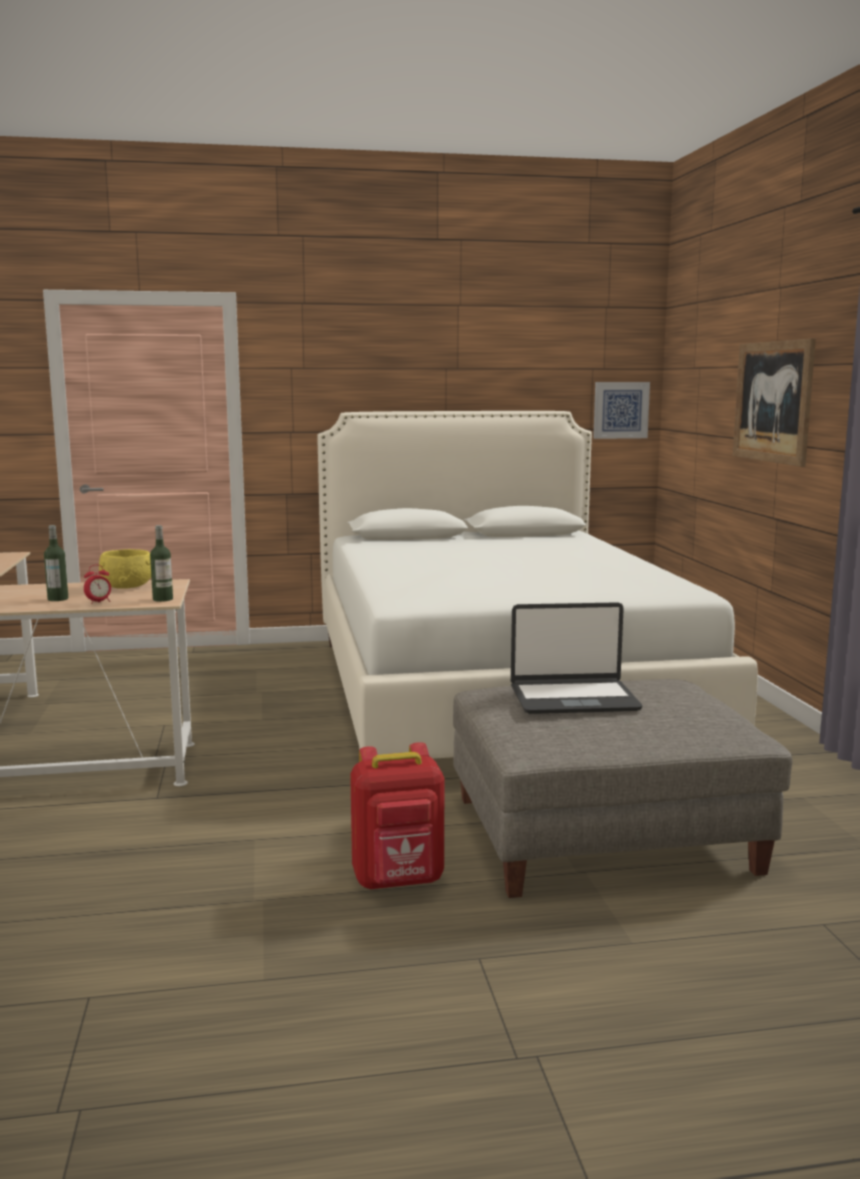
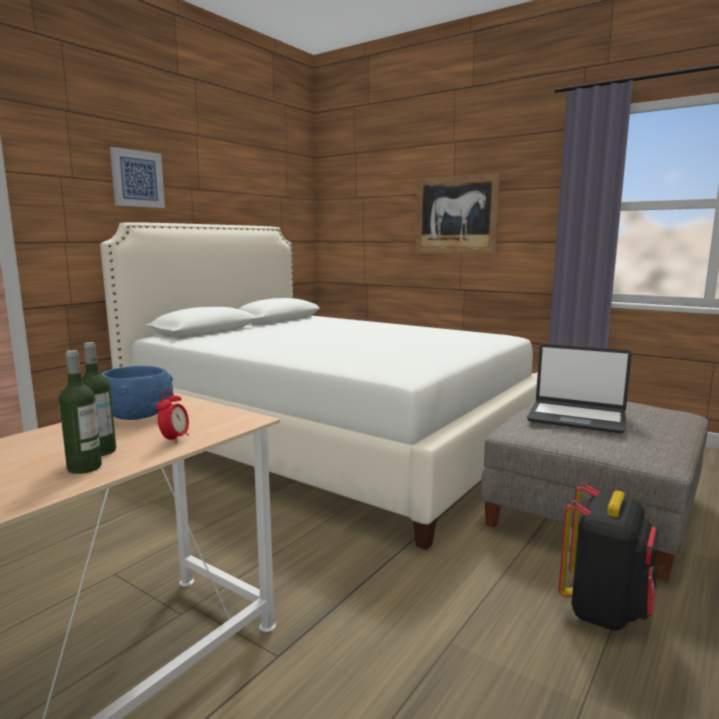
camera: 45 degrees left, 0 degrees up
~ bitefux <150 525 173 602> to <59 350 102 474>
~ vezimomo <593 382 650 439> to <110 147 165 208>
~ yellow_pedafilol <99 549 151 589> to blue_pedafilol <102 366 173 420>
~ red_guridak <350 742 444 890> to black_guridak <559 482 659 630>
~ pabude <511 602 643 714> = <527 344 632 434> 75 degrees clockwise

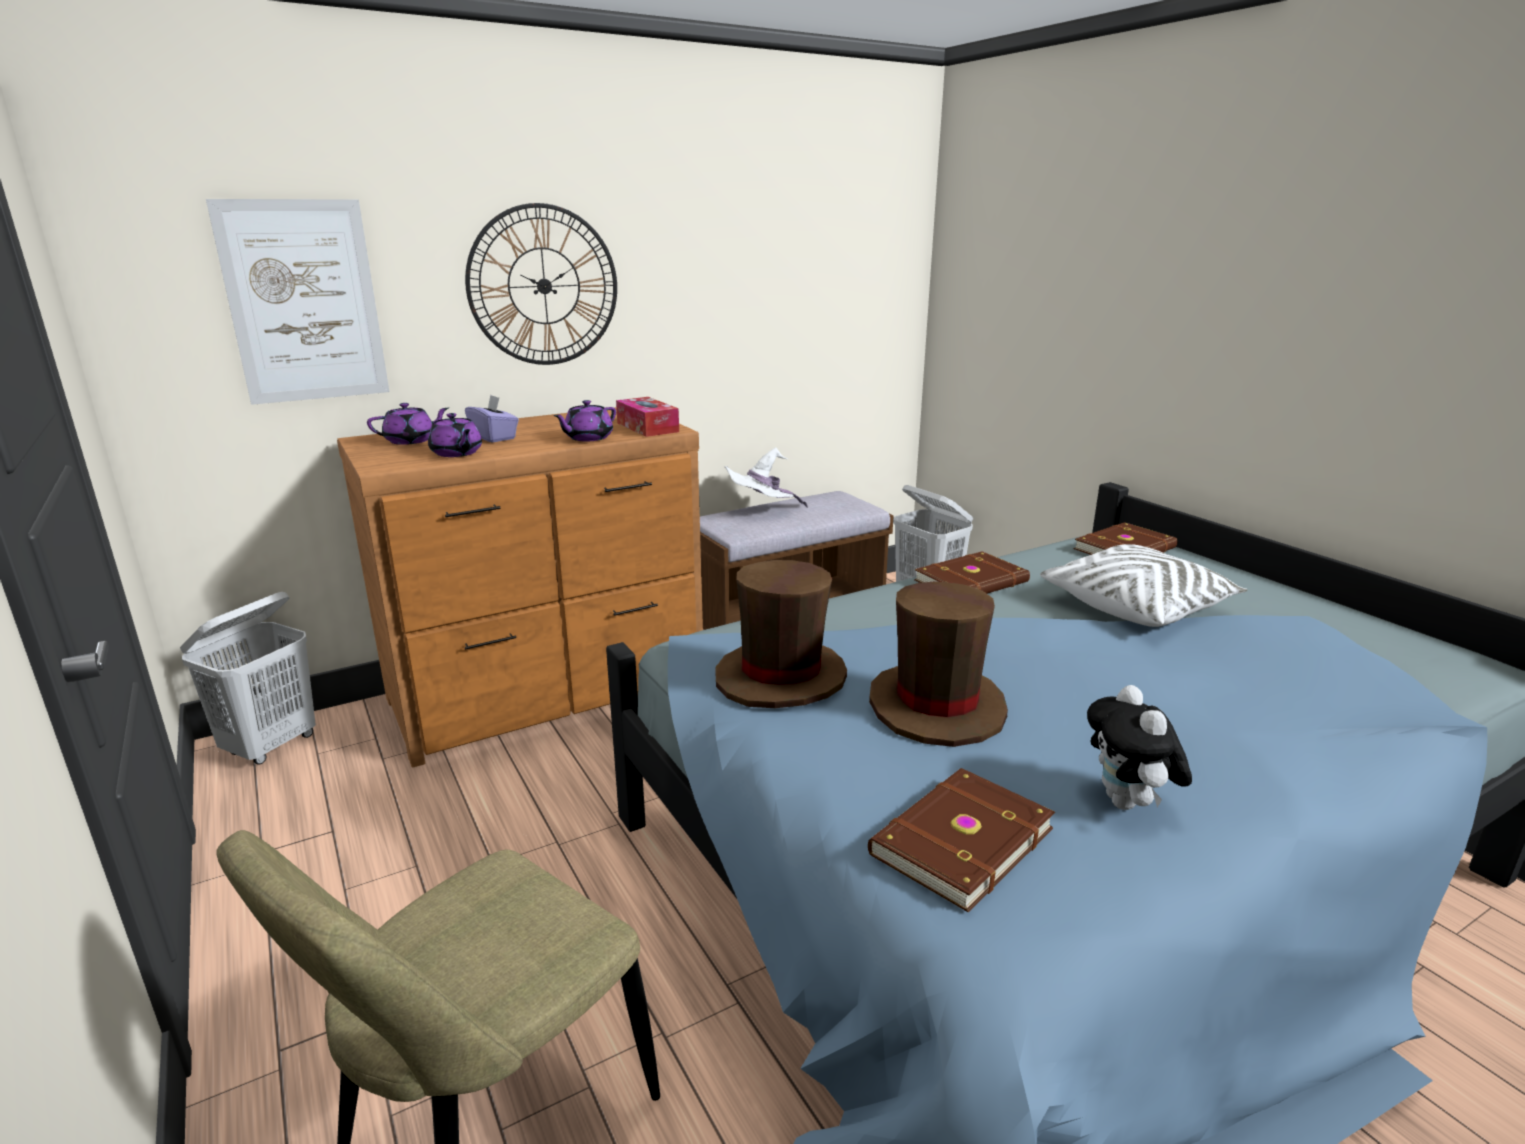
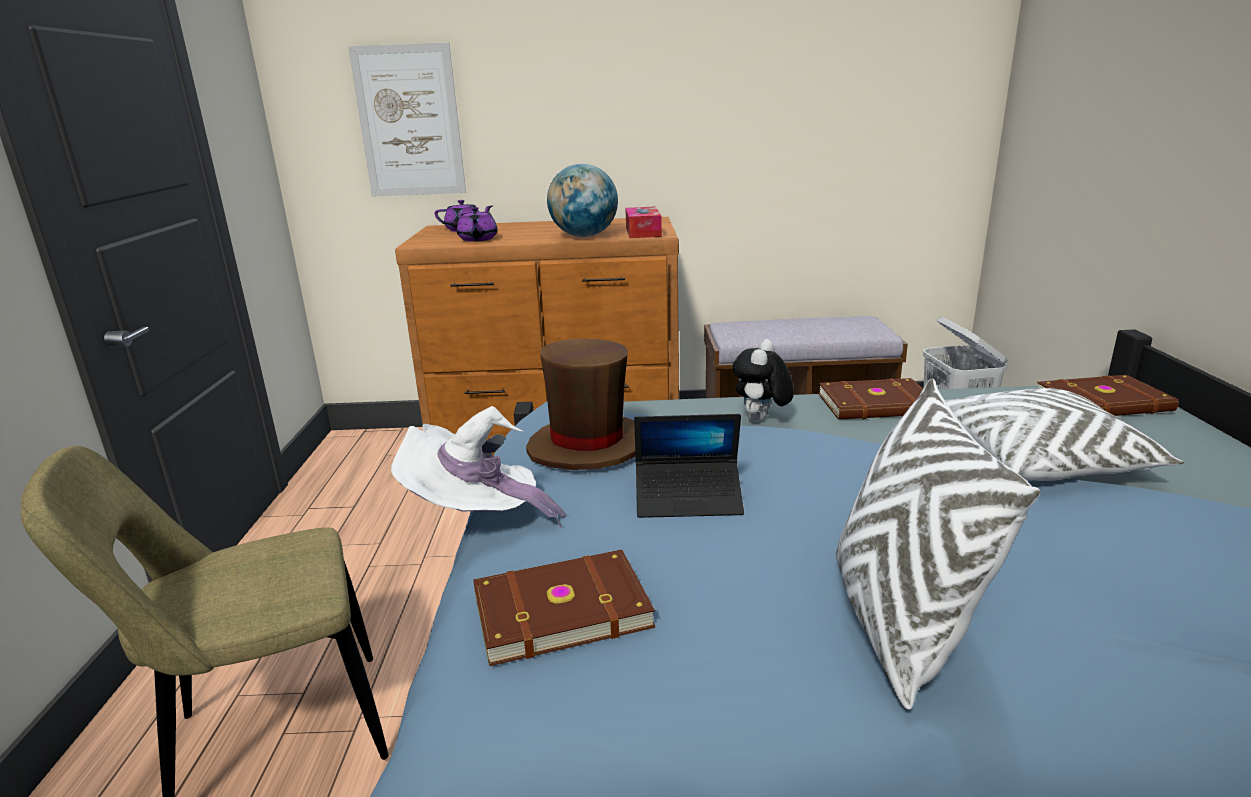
camera: 30 degrees right, 0 degrees up
- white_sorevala <180 592 316 765>
- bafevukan <465 203 617 365>
- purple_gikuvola <465 395 519 443>
+ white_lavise <836 378 1040 710>
~ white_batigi <725 447 808 508> to <391 406 566 529>
~ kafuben <1087 685 1192 810> to <733 339 794 422>
~ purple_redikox <553 400 616 441> to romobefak <547 164 618 237>
~ brown_batigi <869 582 1008 747> to pabude <634 414 744 518>

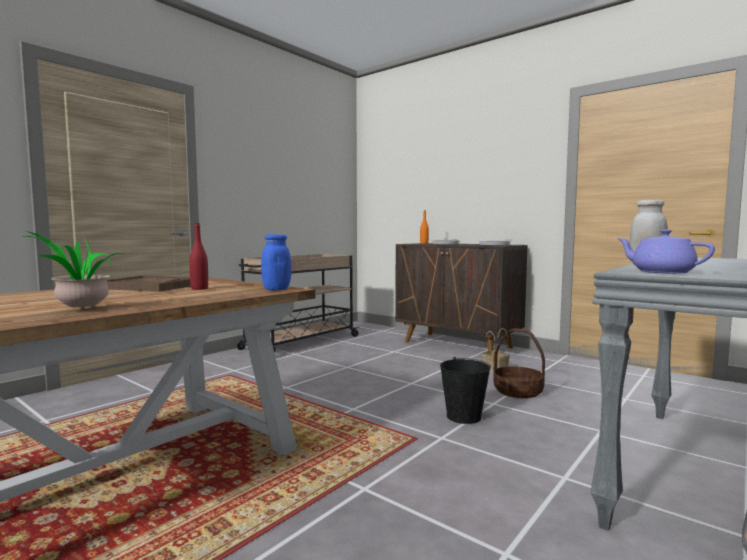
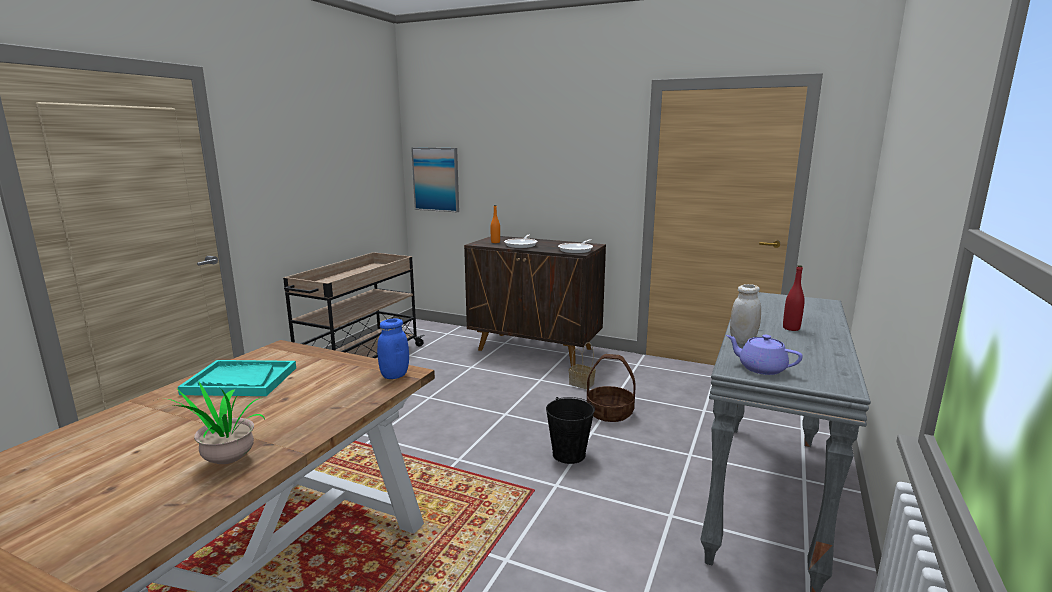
camera: 15 degrees left, 10 degrees up
+ vezimomo <411 147 459 212>
~ red_bitefux <189 223 208 290> to <783 265 805 331>
~ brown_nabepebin <107 276 191 292> to turquoise_nabepebin <178 360 296 396>

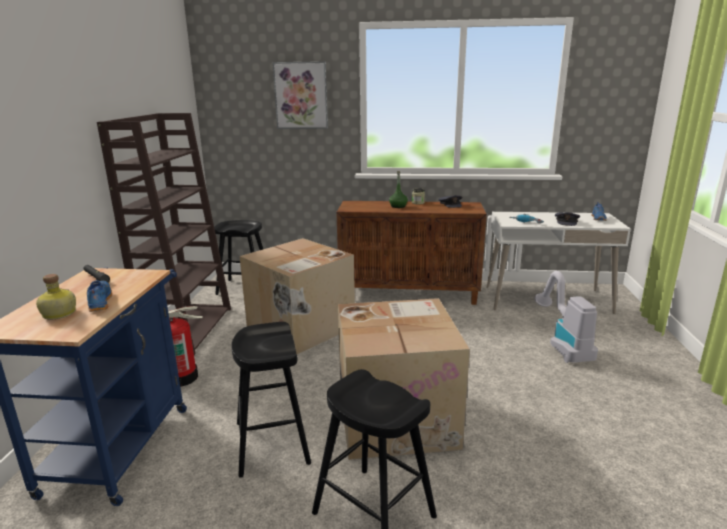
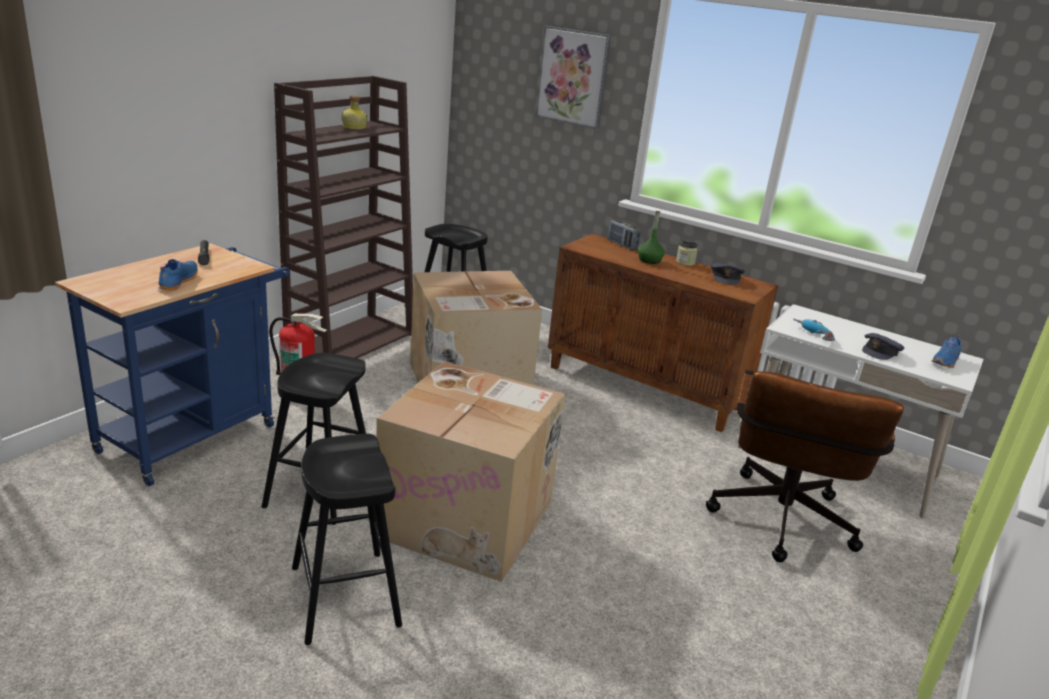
camera: 25 degrees right, 5 degrees up
+ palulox <607 219 641 250>
~ bitefux <36 274 76 319> to <342 95 367 129>
~ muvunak <535 271 598 363> to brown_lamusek <706 370 904 562>

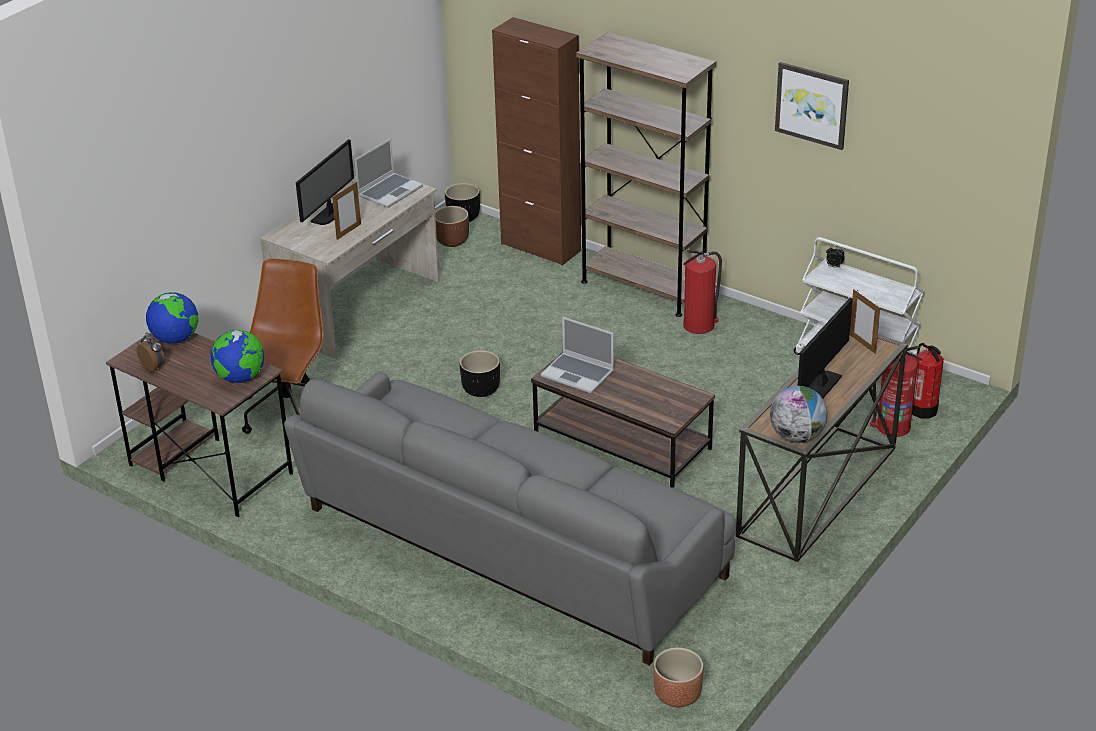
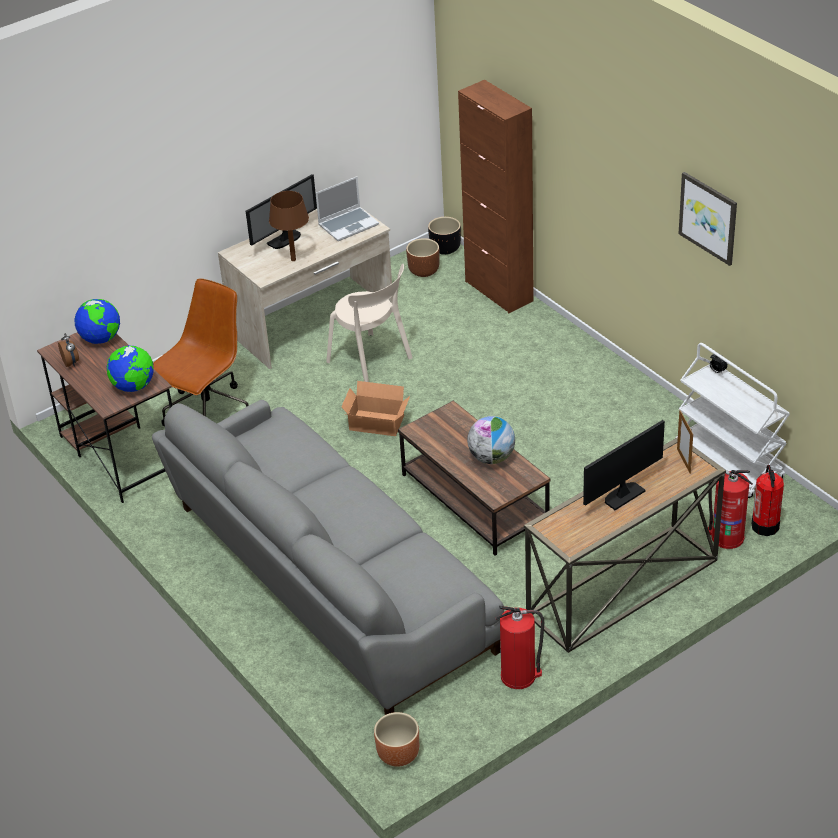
camera: 20 degrees right, 5 degrees up
- pabude <541 317 614 393>
- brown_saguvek <576 32 716 317>
+ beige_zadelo <326 263 413 382>
~ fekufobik <683 250 722 334> to <495 606 544 689>
~ romobefak <770 386 827 443> to <467 416 515 464>
~ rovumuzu <332 182 361 240> to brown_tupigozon <269 191 309 261>
~ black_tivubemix <460 350 500 397> to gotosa <341 381 410 436>

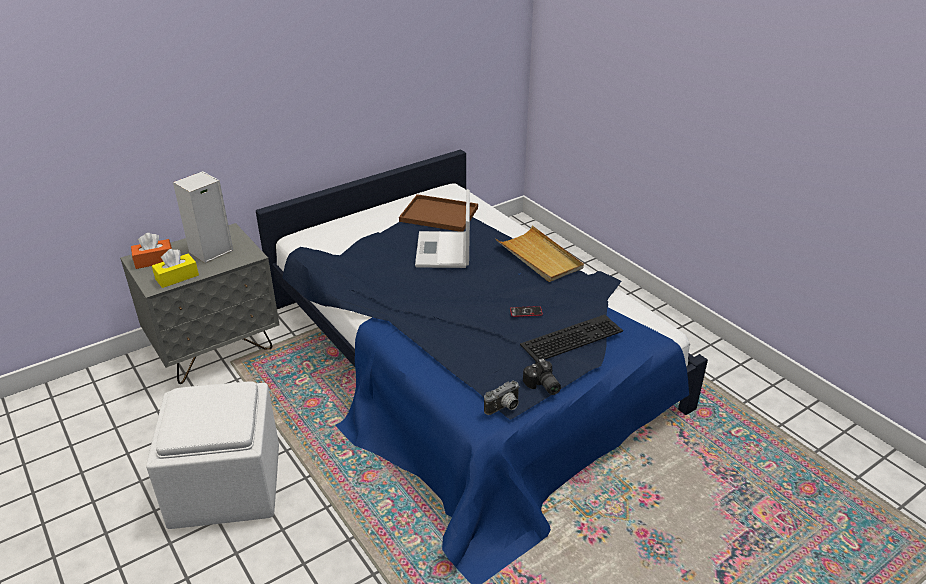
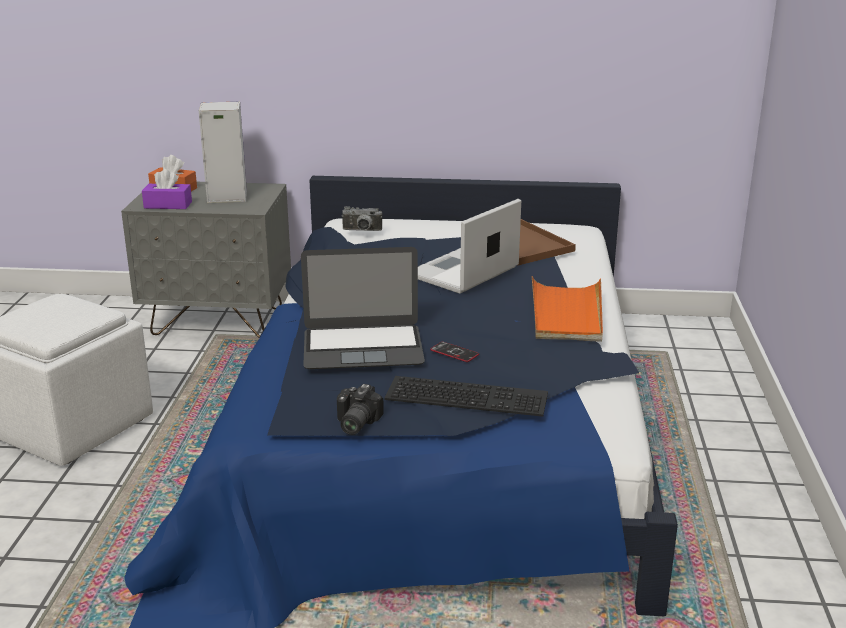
camera: 40 degrees right, 10 degrees down
+ pabude <301 247 425 369>
~ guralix <484 381 520 415> to <342 206 382 231>
~ yellow_gikuvola <152 249 199 288> to purple_gikuvola <142 169 192 209>
~ beige_nabepebin <496 226 584 282> to orange_nabepebin <532 276 603 342>

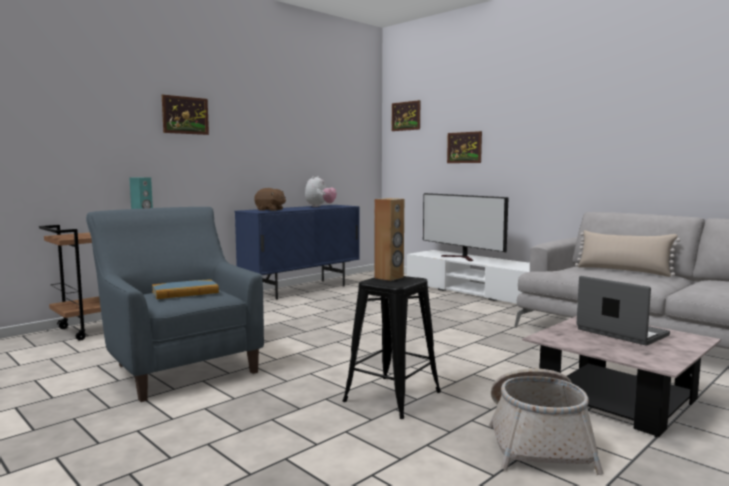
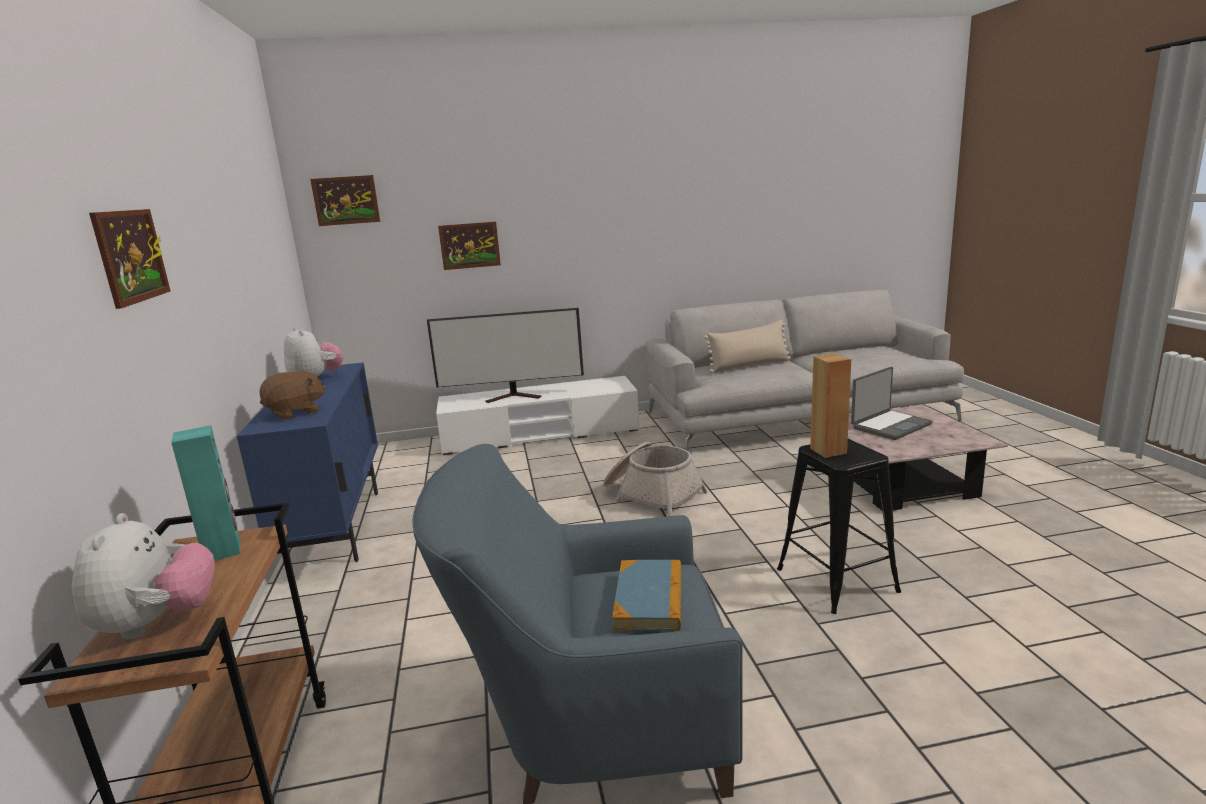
camera: 55 degrees left, 10 degrees up
+ kafuben <72 513 215 639>
~ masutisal <489 369 604 475> to <603 442 708 516>
~ pabude <577 276 670 346> = <851 367 933 440> 150 degrees clockwise

